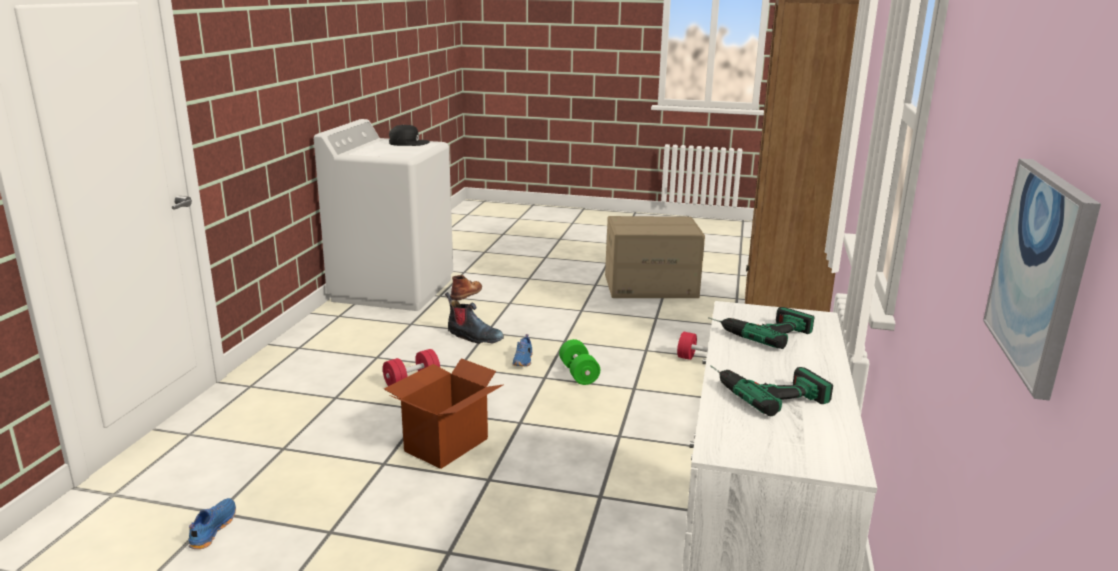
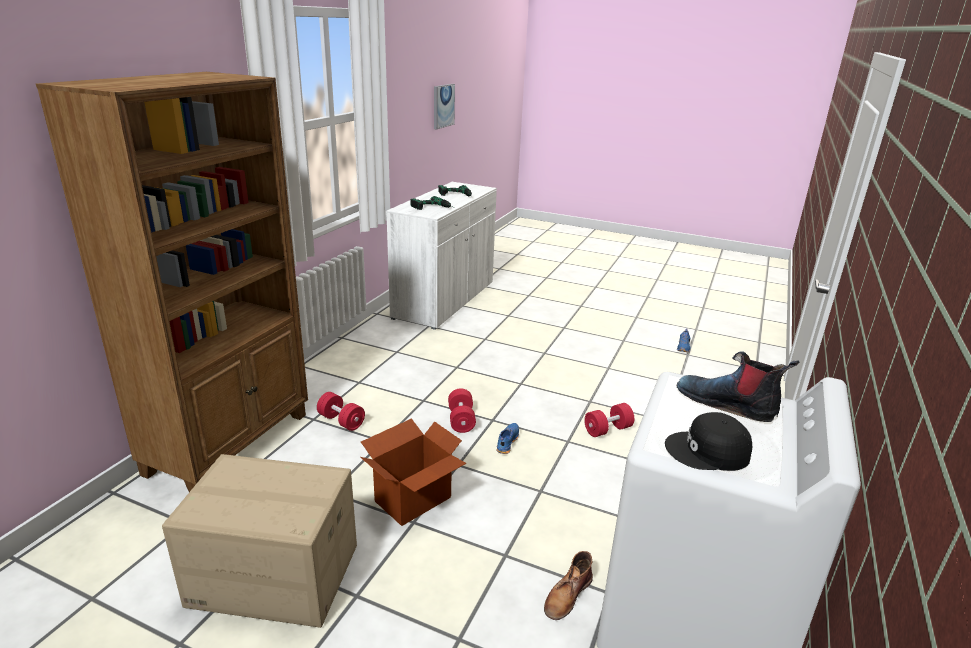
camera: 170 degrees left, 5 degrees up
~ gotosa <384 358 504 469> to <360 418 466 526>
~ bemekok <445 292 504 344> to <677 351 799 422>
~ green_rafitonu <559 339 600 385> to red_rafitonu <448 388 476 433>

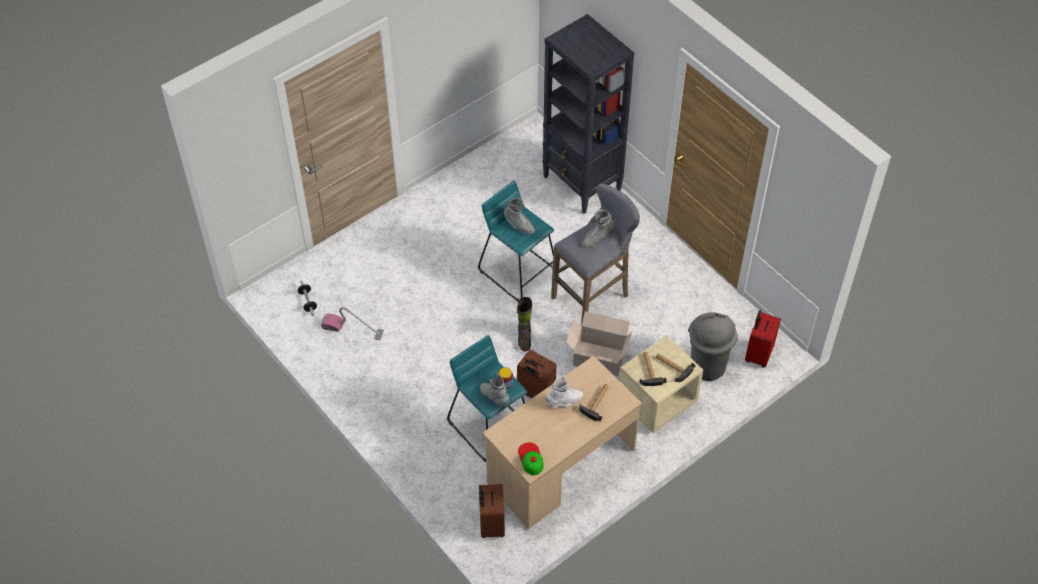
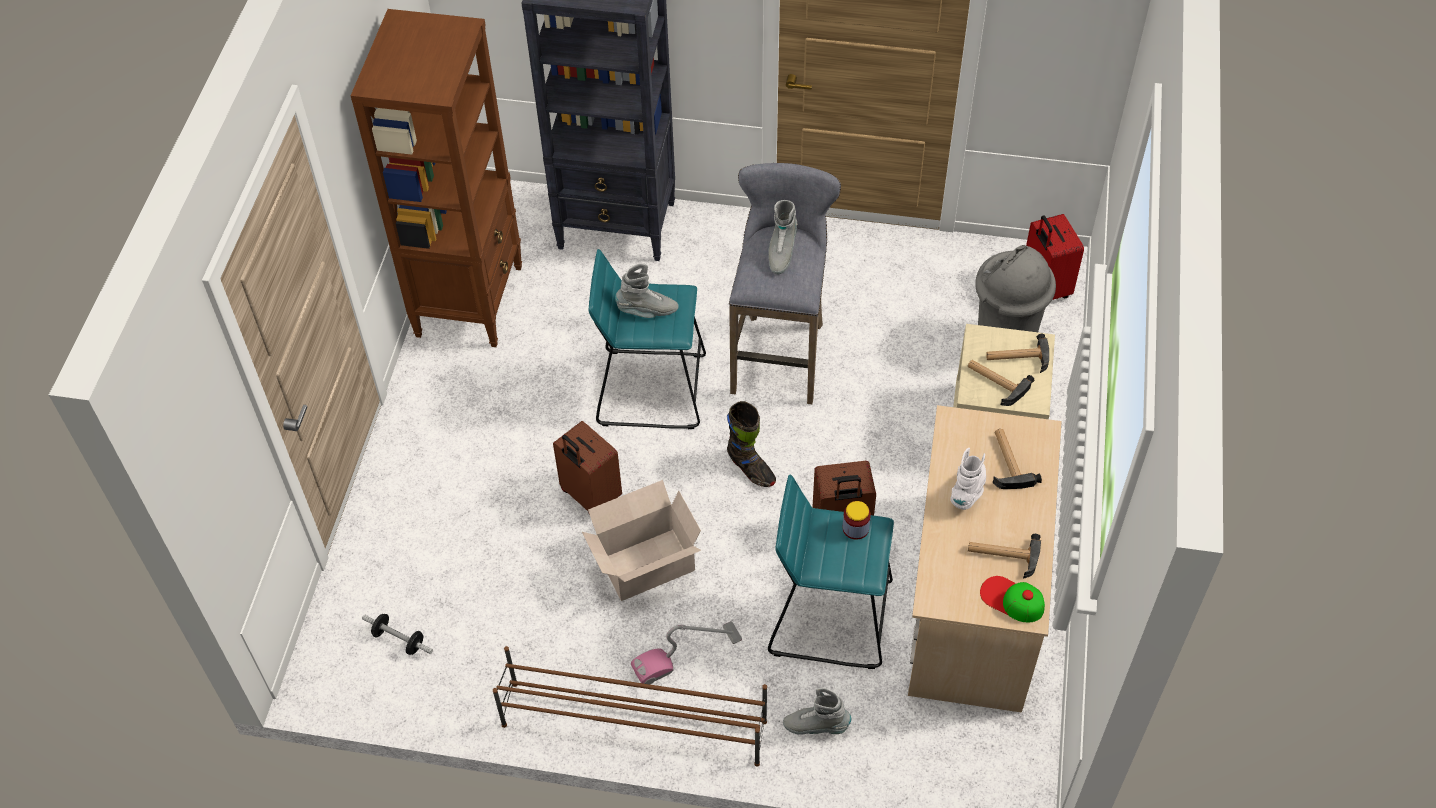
camera: 40 degrees left, 0 degrees up
+ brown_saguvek <351 9 522 347>
+ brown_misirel <493 646 767 767>
+ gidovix <968 534 1041 579>
~ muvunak <321 307 384 340> to <631 621 742 684>
~ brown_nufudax <479 484 505 538> to <553 421 622 515>
~ grey_bemekok <480 373 510 407> to <783 688 851 735>
~ gotosa <566 311 632 376> to <582 480 701 601>

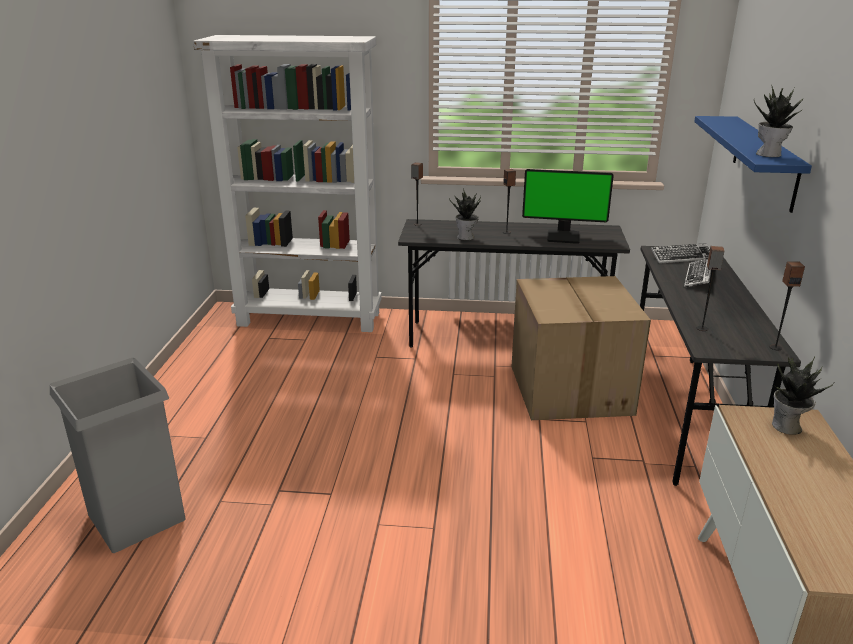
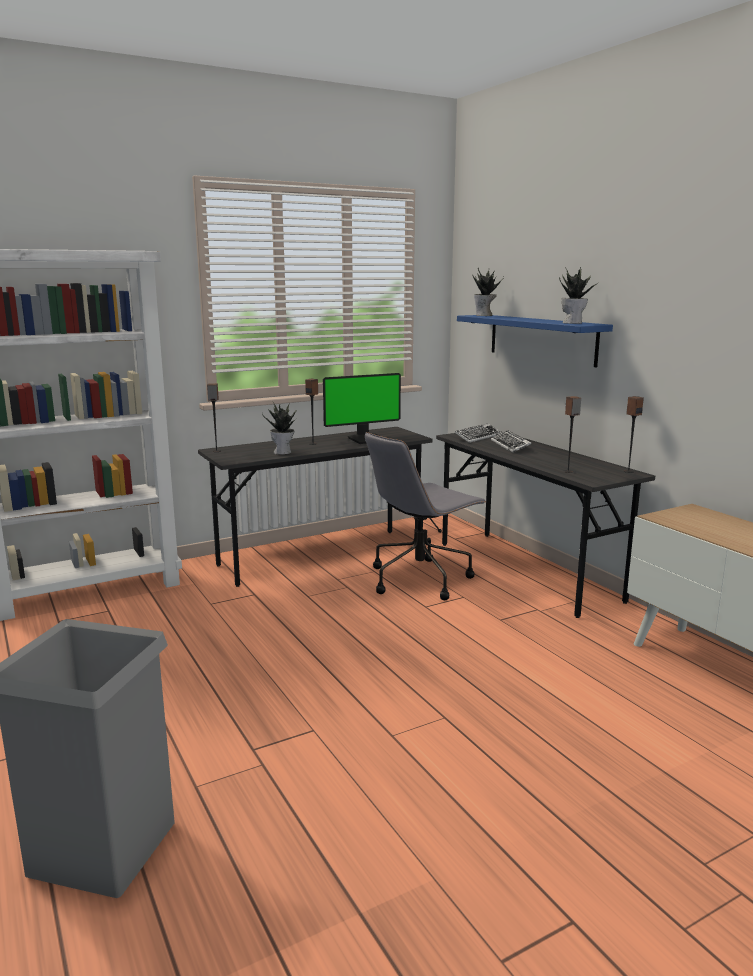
camera: 35 degrees left, 10 degrees down
~ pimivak <772 356 834 435> to <472 268 504 316>
~ gotosa <511 276 651 420> to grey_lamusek <365 432 487 600>

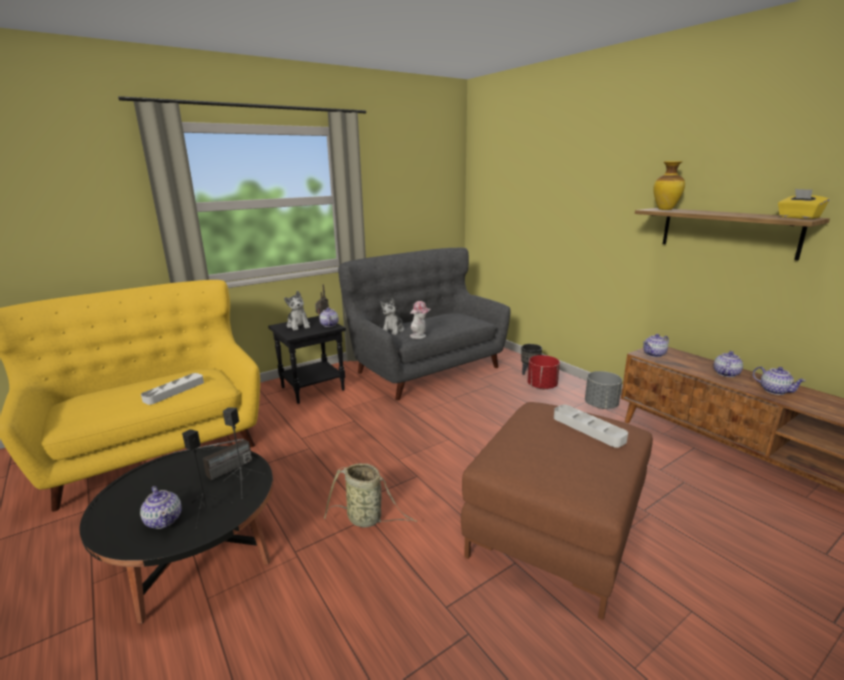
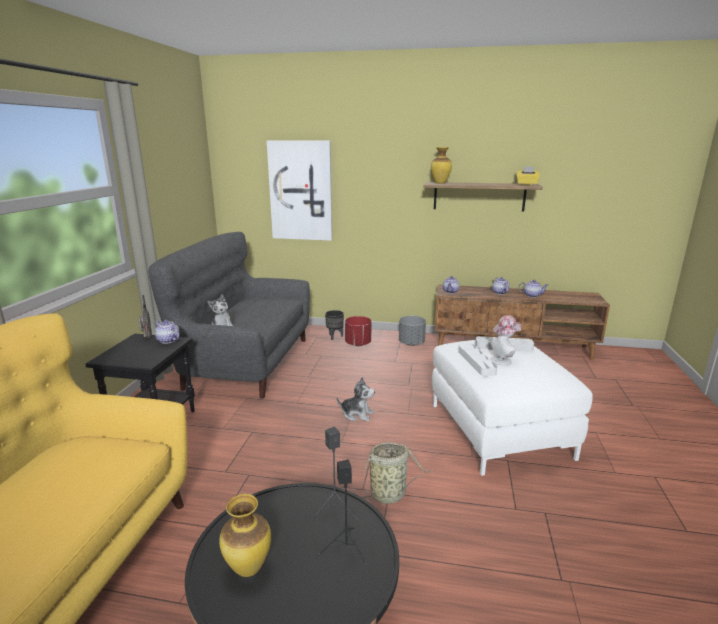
camera: 45 degrees left, 0 degrees up
- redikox <140 486 182 529>
- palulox <174 439 252 481>
+ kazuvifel <219 494 271 577>
+ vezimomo <267 140 332 241>
~ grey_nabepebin <141 373 204 405> to <458 343 497 376>
~ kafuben <284 291 310 331> to <336 377 375 421>
~ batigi <410 301 431 339> to <490 315 521 366>
~ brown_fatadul <461 402 653 620> to white_fatadul <432 340 593 476>

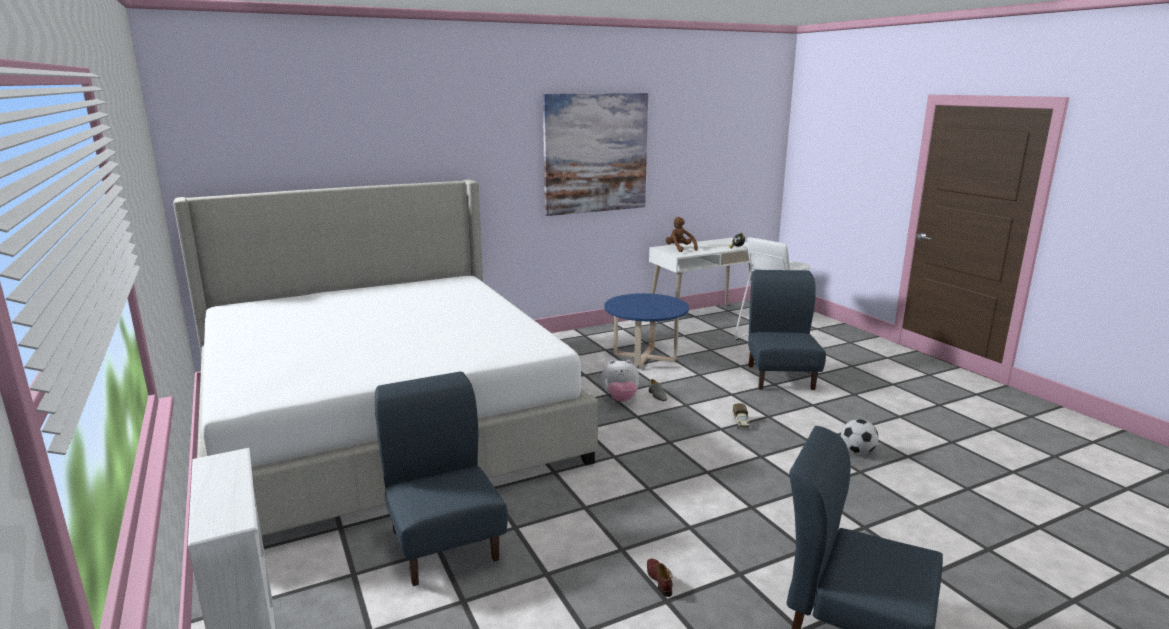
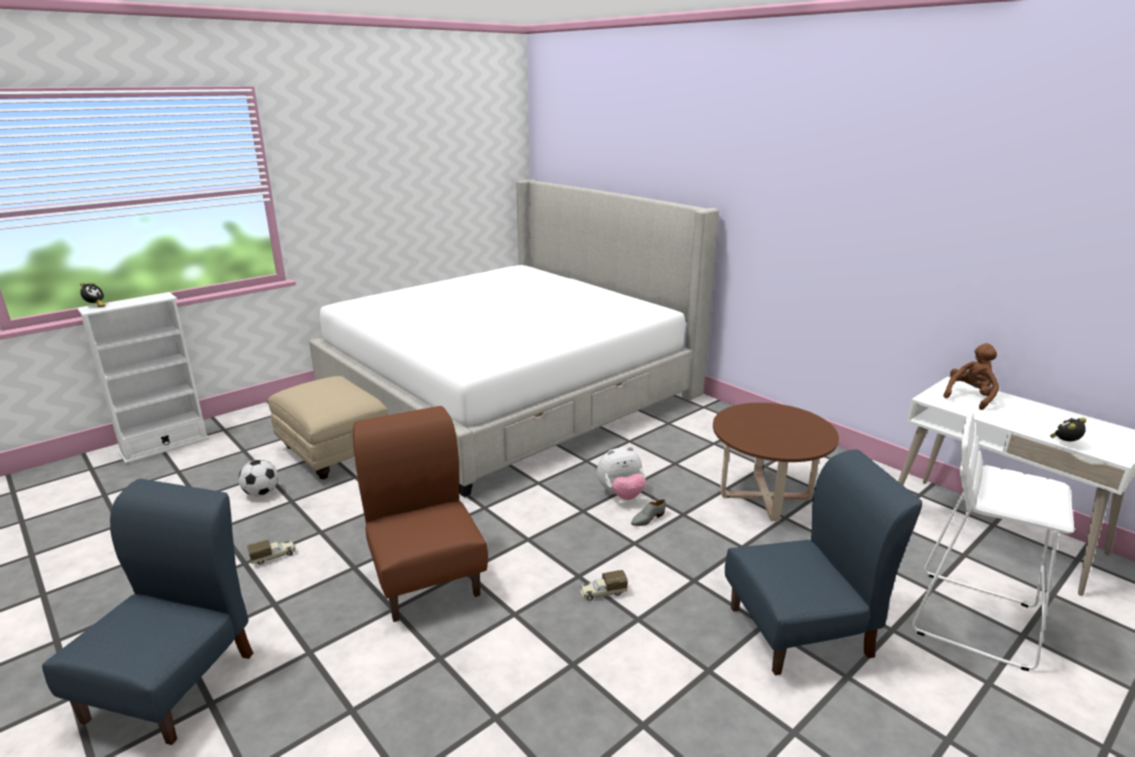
camera: 75 degrees right, 5 degrees up
- vezimomo <543 93 648 216>
+ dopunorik <80 283 106 307>
+ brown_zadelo <353 406 488 622>
~ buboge <841 419 878 454> to <238 460 278 496>
~ blue_zadelo <375 372 508 586> to beige_fatadul <268 376 388 479>
~ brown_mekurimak <647 559 673 597> to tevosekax <247 539 296 565>
~ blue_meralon <604 293 689 369> to brown_meralon <713 403 839 521>
~ kafuben <601 360 639 402> = <597 446 646 500> 90 degrees counterclockwise

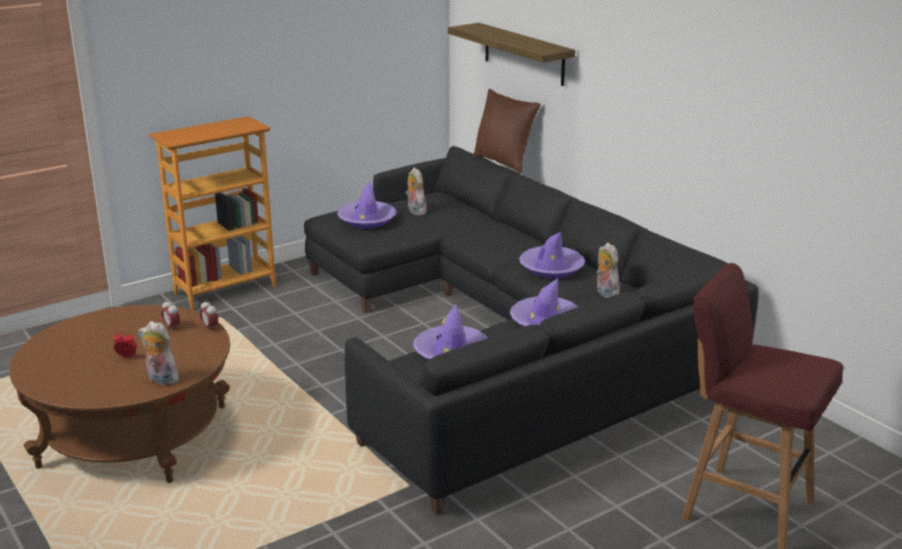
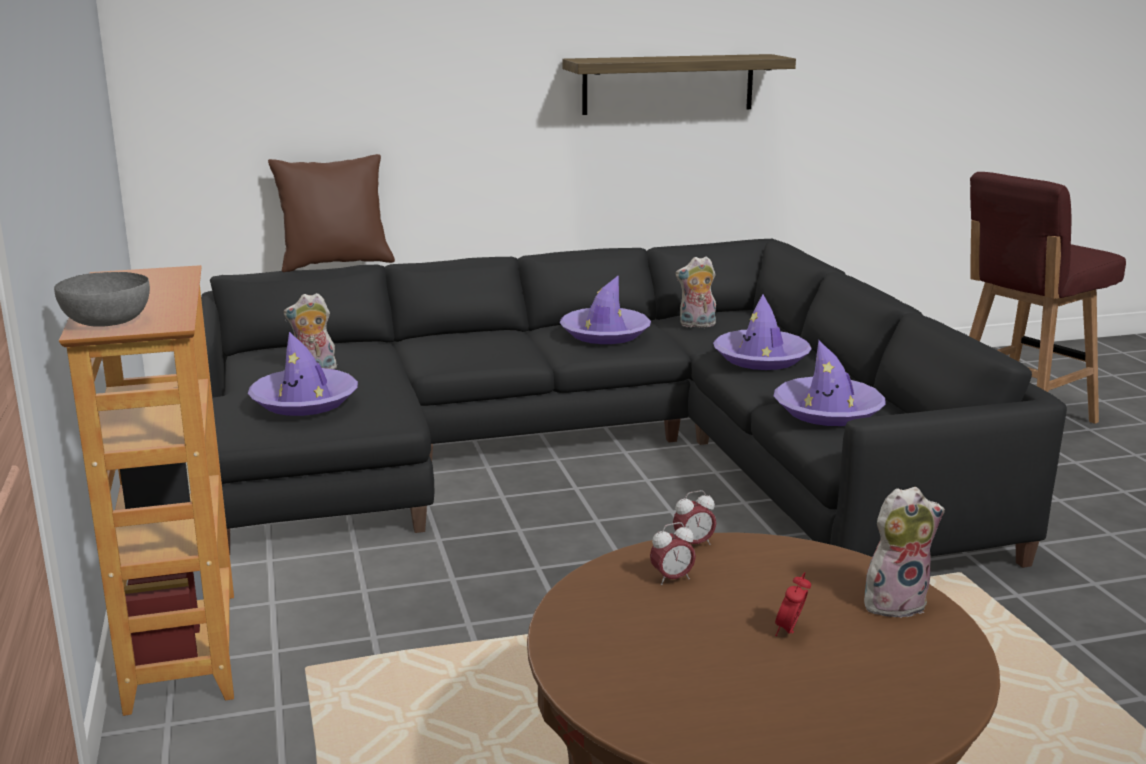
camera: 70 degrees left, 5 degrees down
+ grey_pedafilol <54 272 150 327>
~ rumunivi <448 23 575 86> to <562 54 796 115>
~ kafuben <139 321 179 385> = <864 487 945 620> 150 degrees counterclockwise

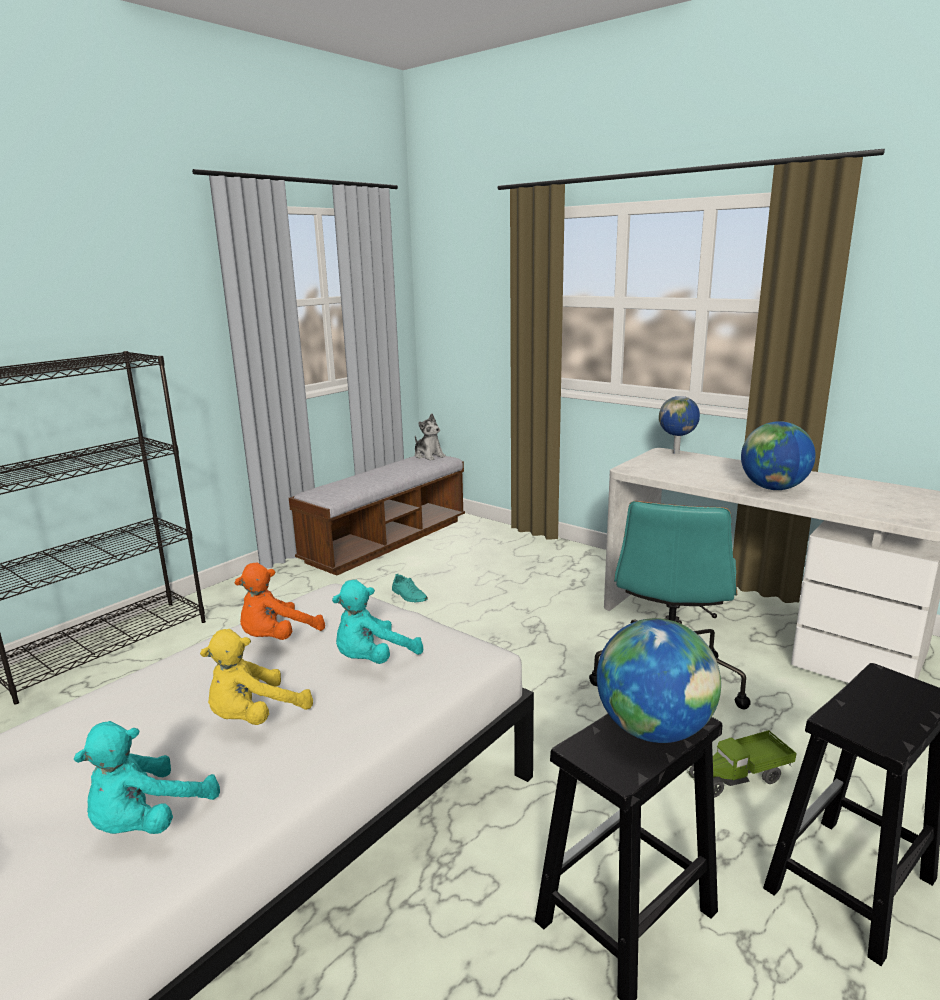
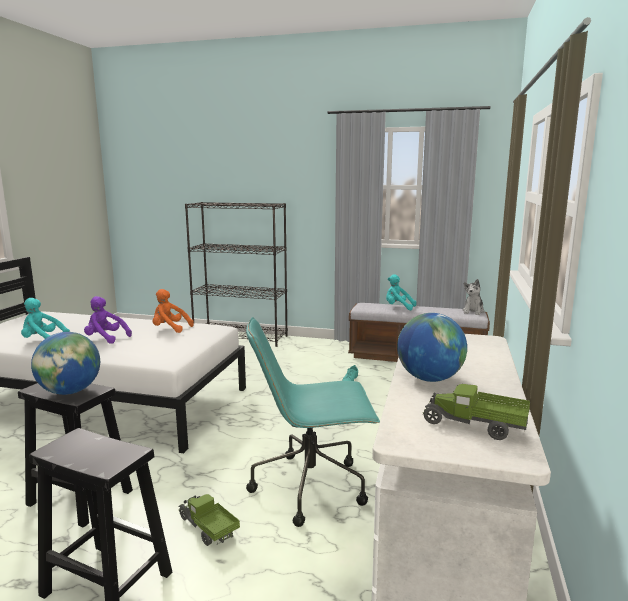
camera: 65 degrees right, 5 degrees down
- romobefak <659 396 700 454>
+ tevosekax <422 384 530 440>
~ turquoise_kafuben <332 580 423 664> to <386 274 417 310>
~ yellow_kafuben <200 629 313 725> to purple_kafuben <84 296 132 344>

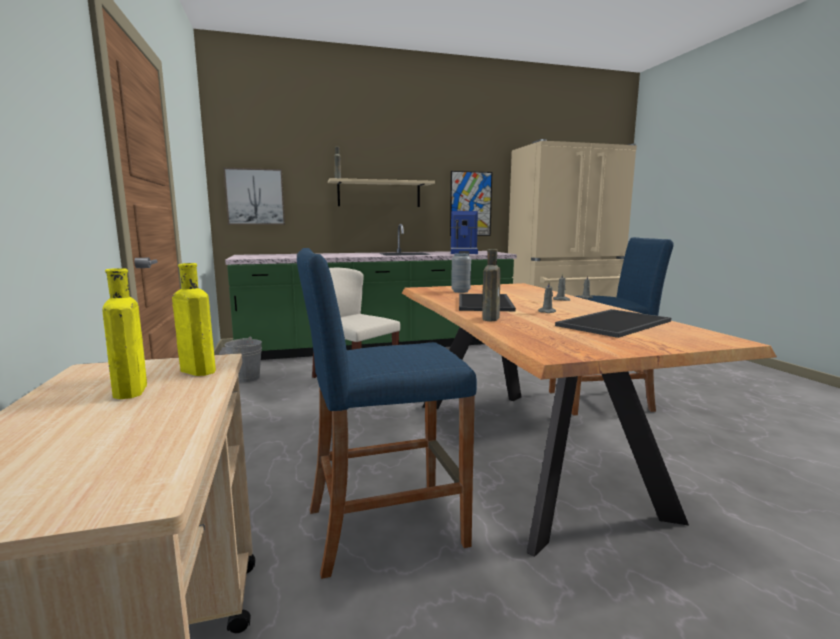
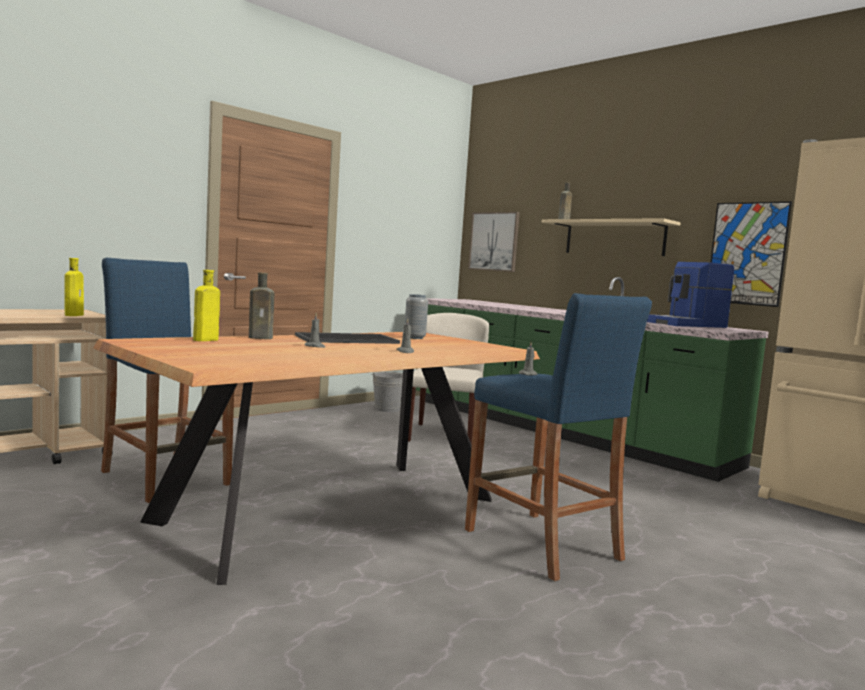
camera: 60 degrees right, 5 degrees down
- nabepebin <555 309 671 338>
~ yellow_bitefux <102 268 147 399> to <193 270 220 341>

